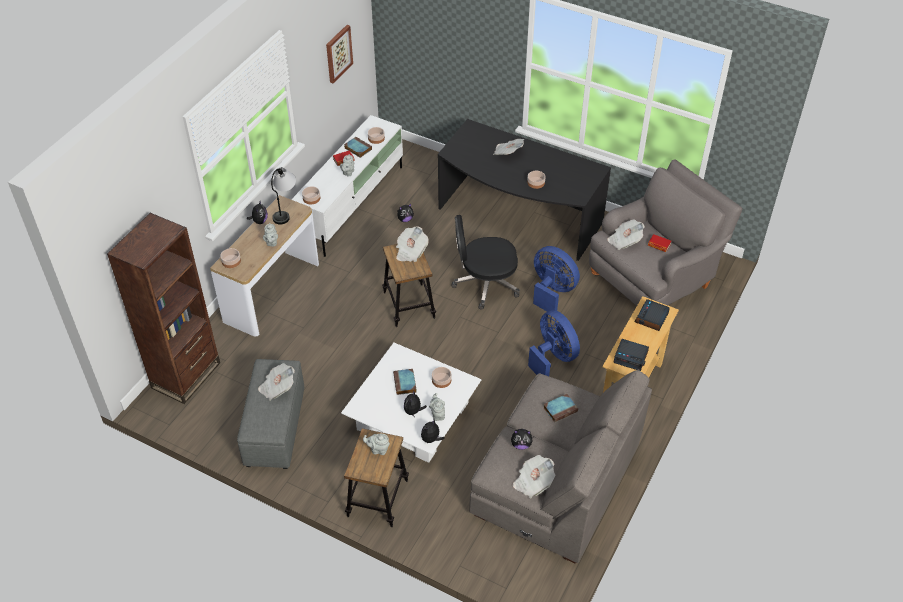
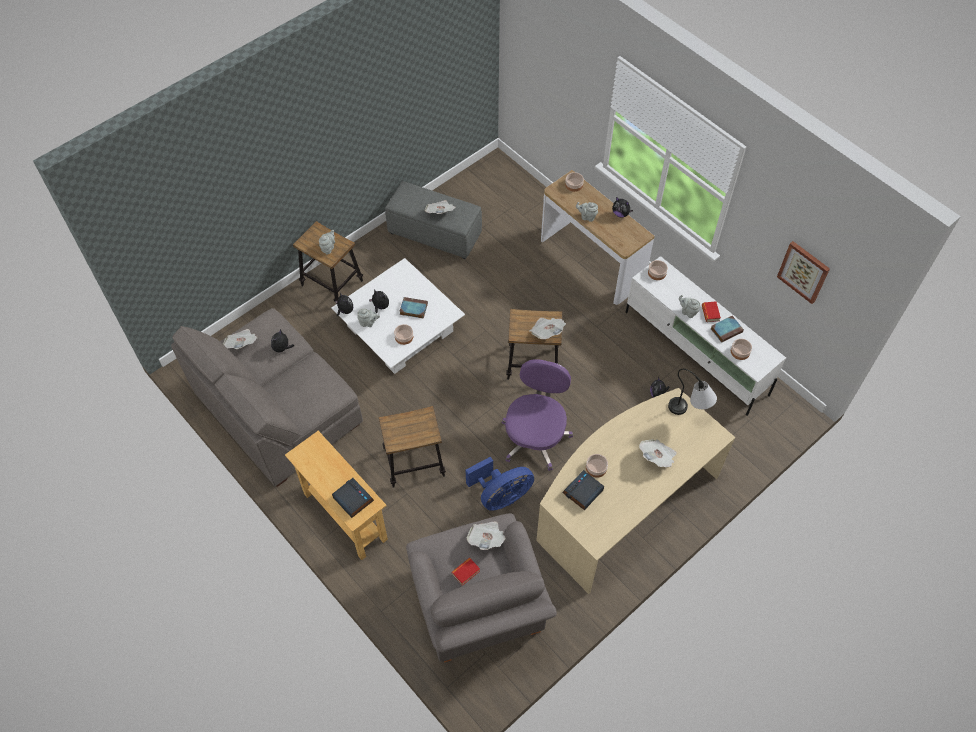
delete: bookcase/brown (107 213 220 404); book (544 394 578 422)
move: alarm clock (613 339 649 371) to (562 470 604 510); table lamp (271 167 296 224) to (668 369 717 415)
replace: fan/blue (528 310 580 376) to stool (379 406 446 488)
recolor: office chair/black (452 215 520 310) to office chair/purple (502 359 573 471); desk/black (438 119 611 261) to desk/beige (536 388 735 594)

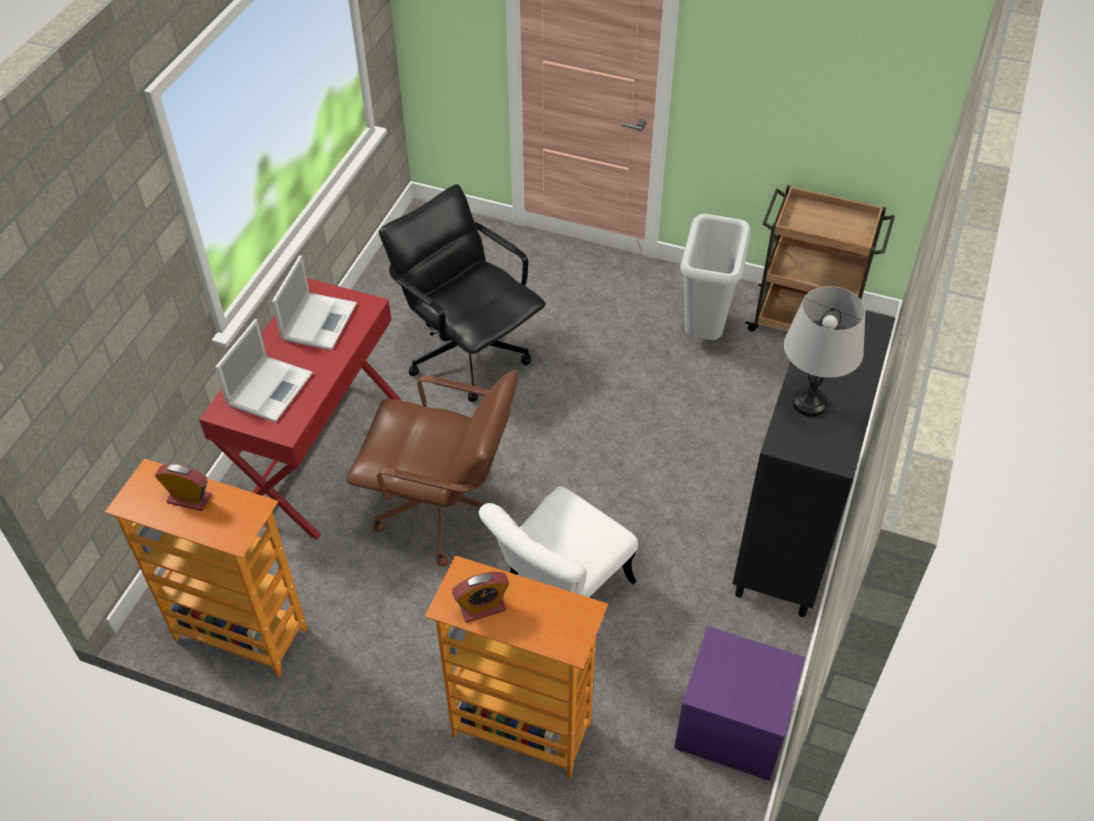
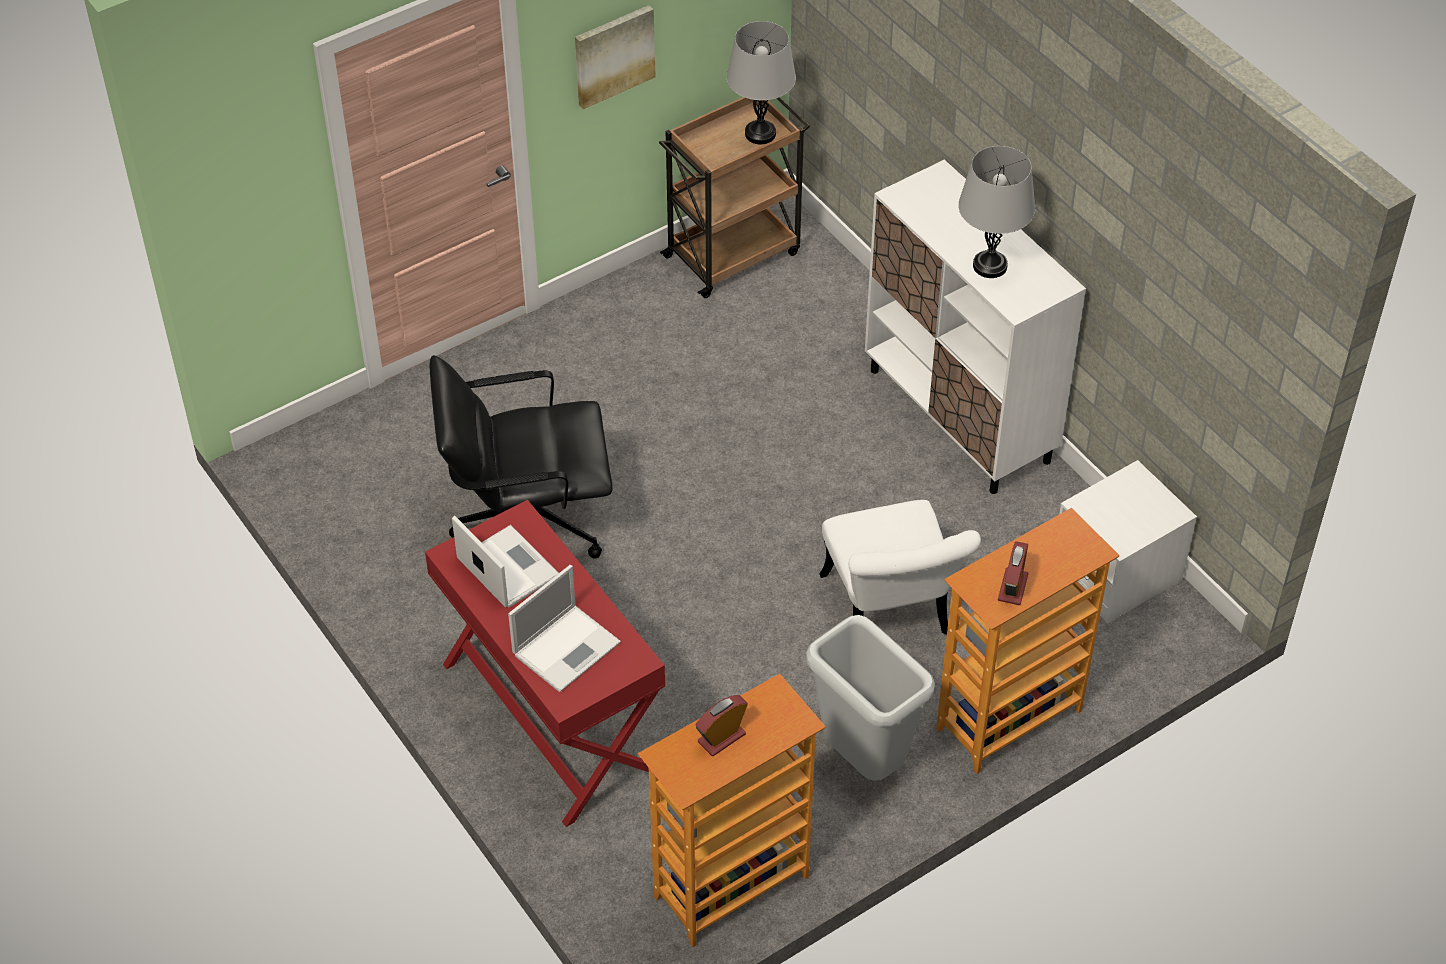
delete: office chair/brown (347 370 518 566)
insert: picture (575 5 656 109); table lamp/grey (727 21 796 144)
move: trash can/grey (680 214 751 340) to (806 615 935 781)
recolor: cabinet/black (732 311 895 617) to cabinet/white (865 160 1086 494); nightstand/purple (674 626 805 781) to nightstand/white (1059 460 1197 624)
rotate: laptop (215 319 313 422) = (508 565 621 692) 75 degrees clockwise

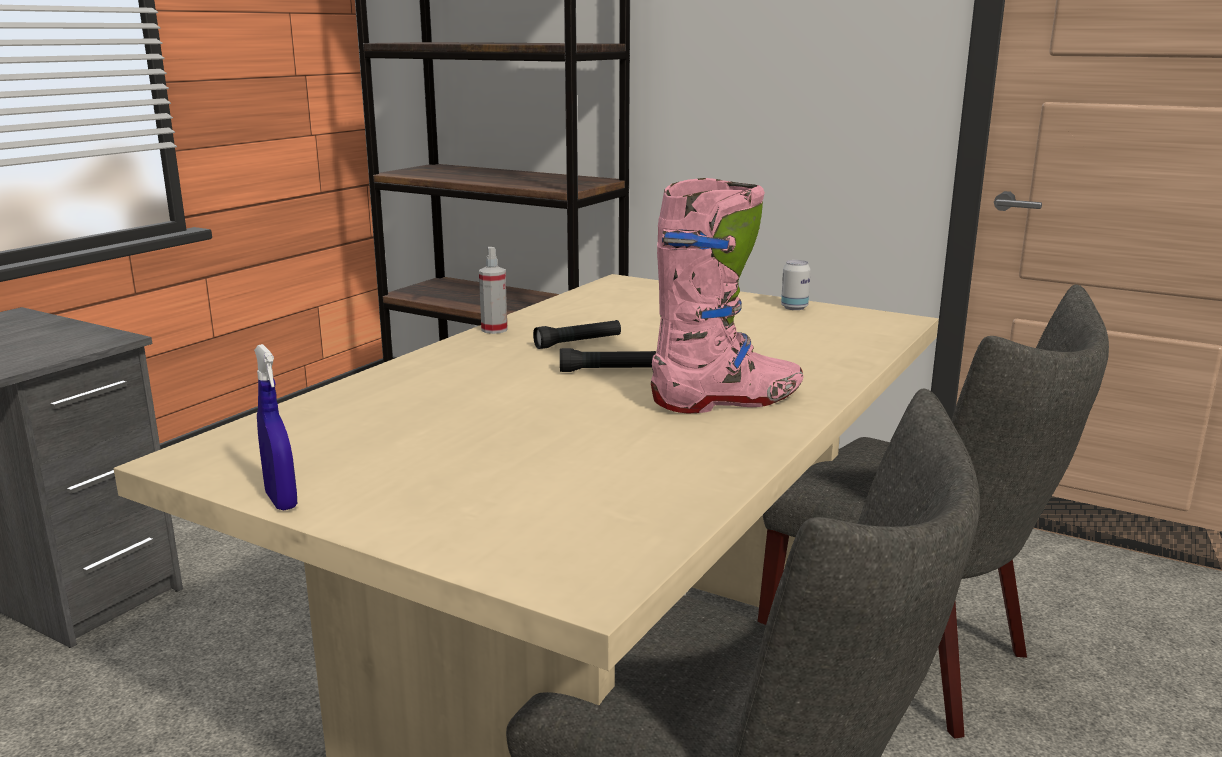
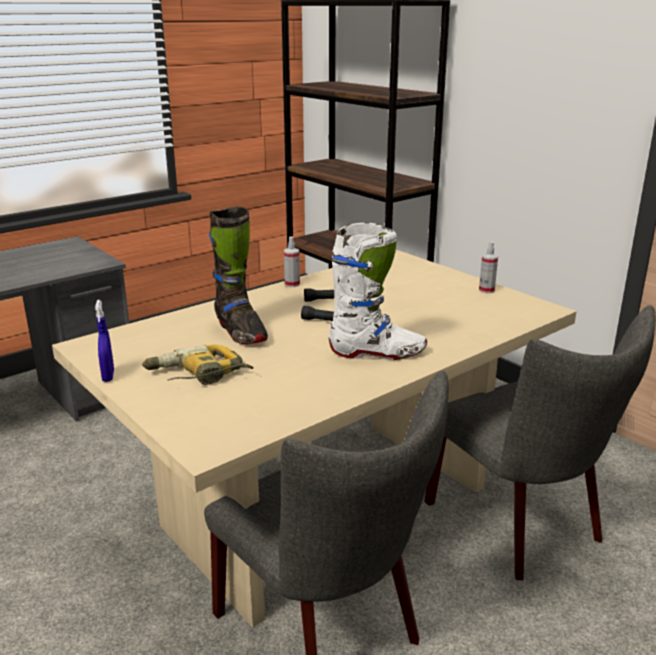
insert: power drill (142 344 254 385); boot/black (209 206 268 344)
replace: can (781 260 811 310) to spray bottle (479 242 498 293)
recolor: boot/pink (651 178 804 414) to boot/white (329 222 427 360)

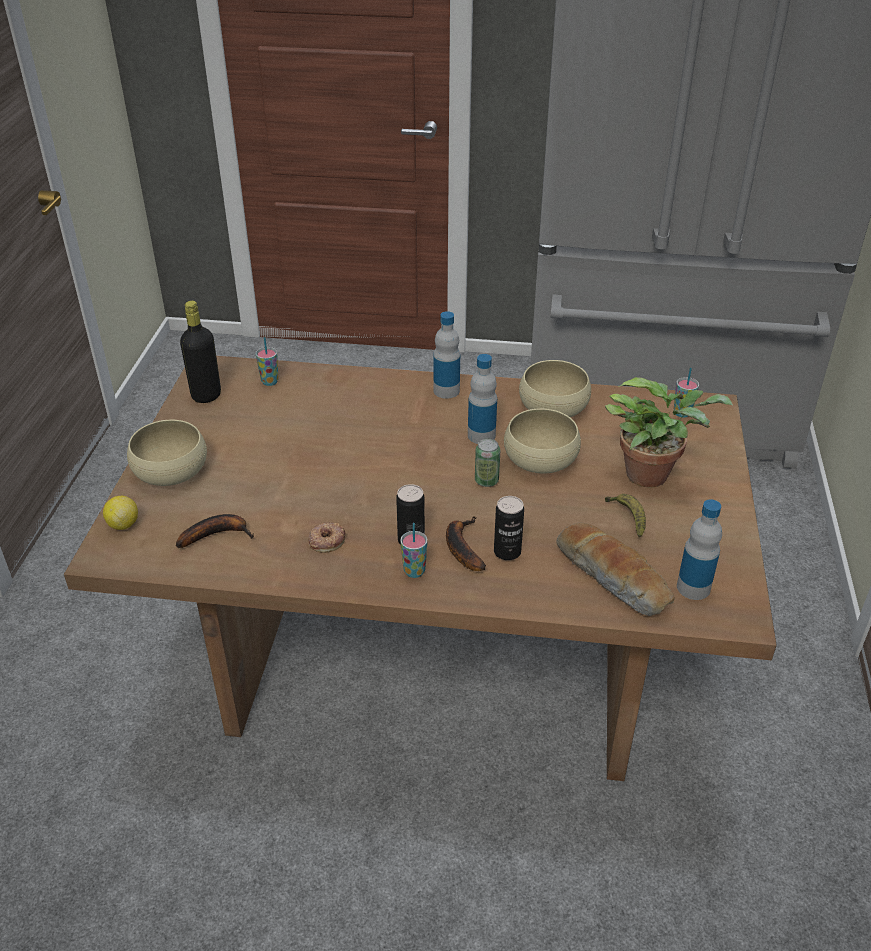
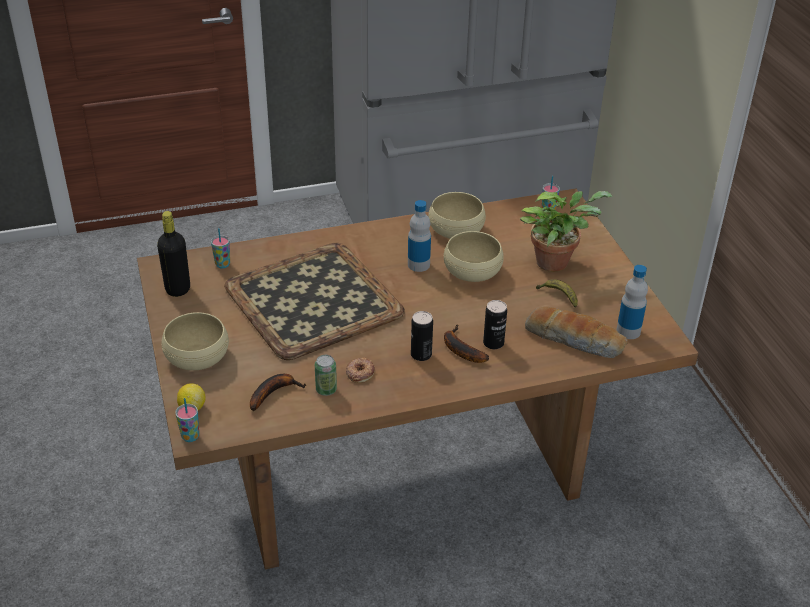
delete: bottle (433 311 460 399)
insert: tray (224 243 405 360)
move: cup (400 523 428 578) to (175 398 199 442); can (475 439 500 487) to (315 355 337 396)

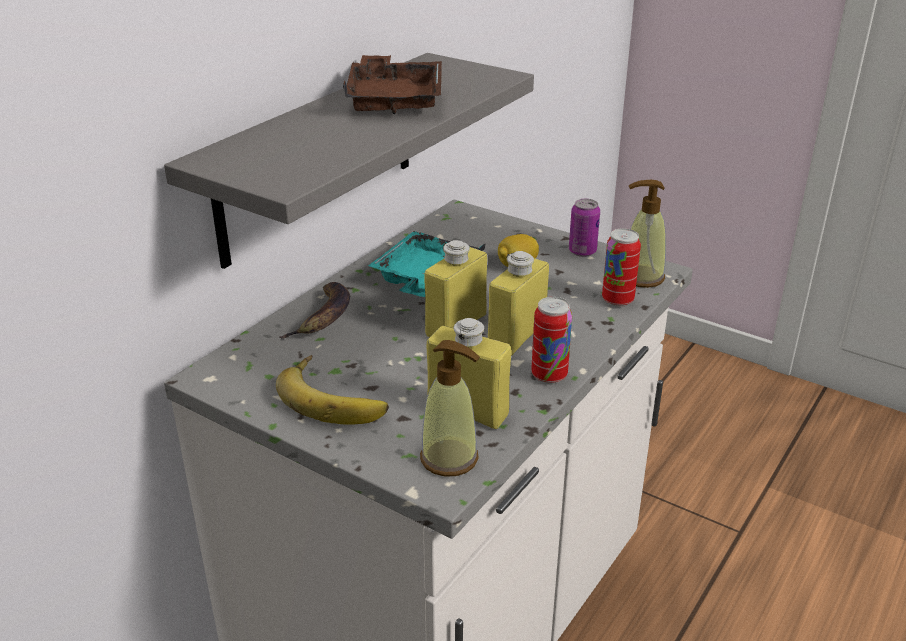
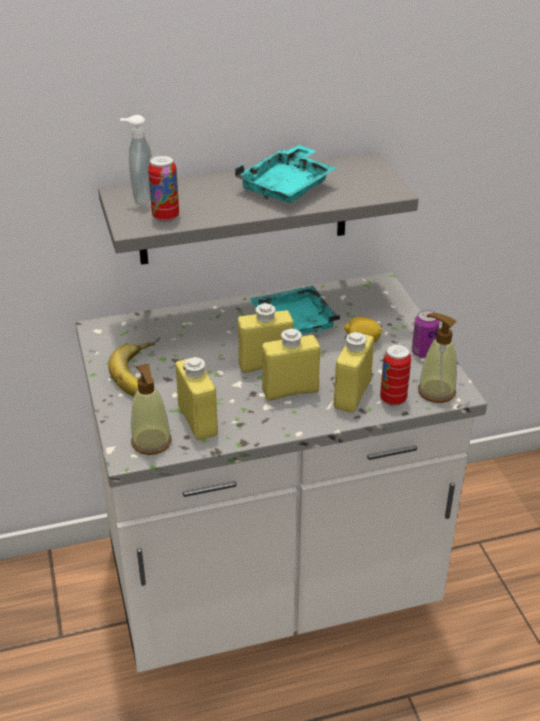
delete: banana (279 282 350 339)
insert: soap dispenser (120 115 152 206); bottle/yellow (334 332 374 413)
move: can (531 297 572 384) to (148 155 179 222)
recolor: tray/brown (343 55 442 114) to tray/turquoise (235 145 336 203)

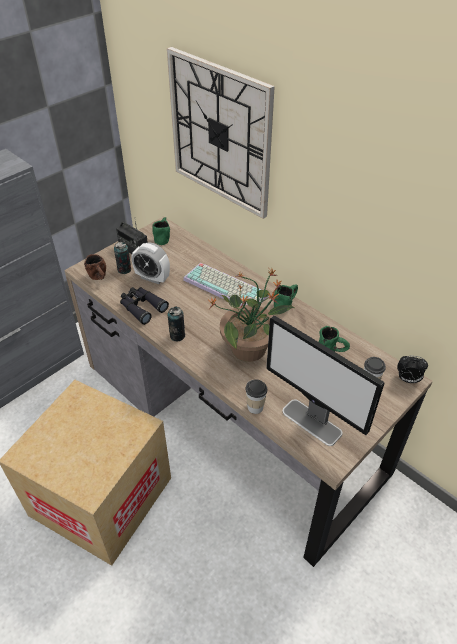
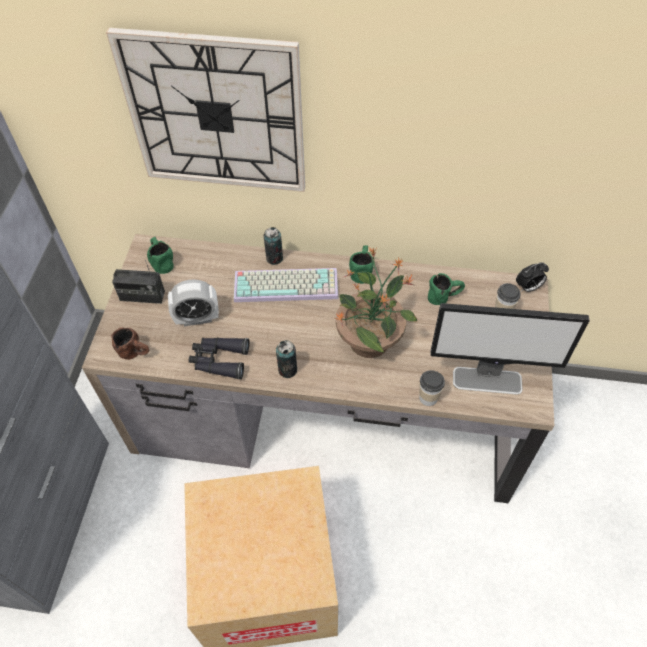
move: can (114 242 131 274) to (264 227 283 265)

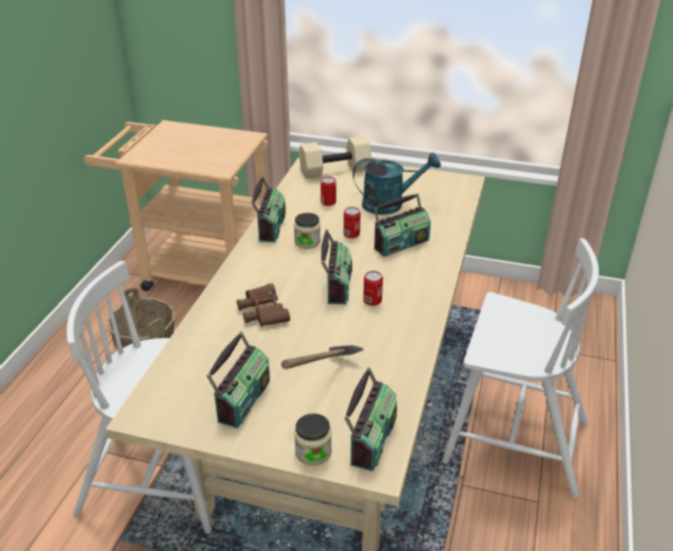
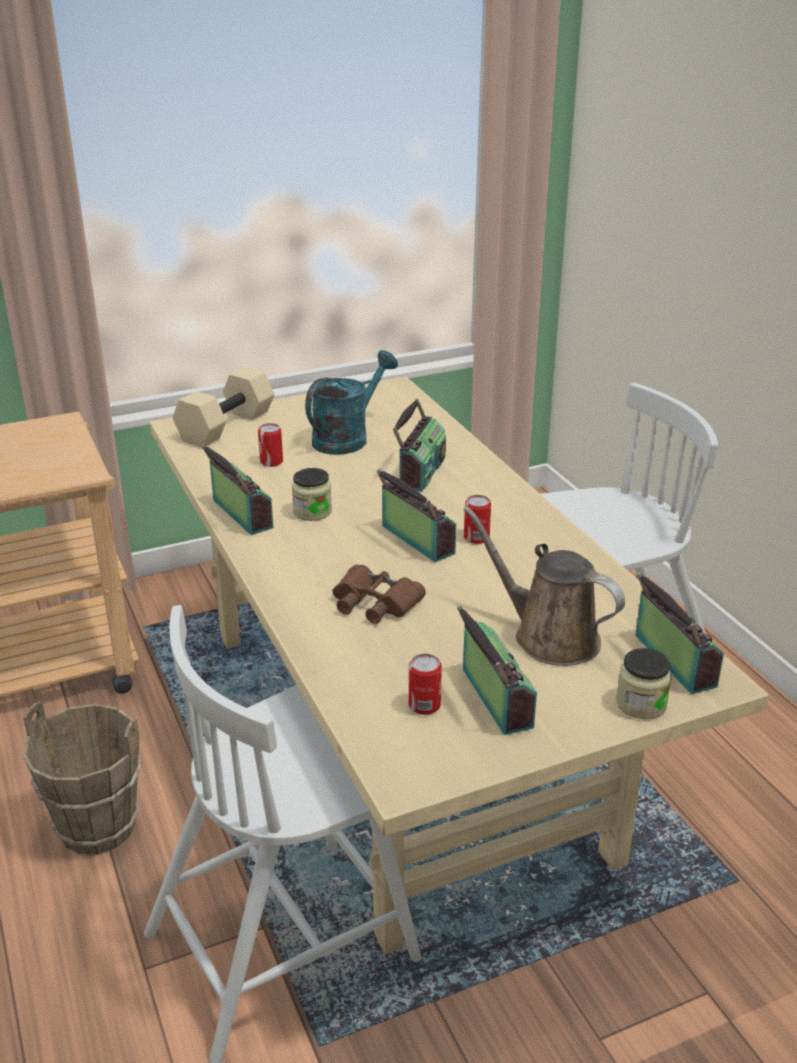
move: can (344 207 360 238) to (409 654 442 715)
replace: hammer (281 345 363 369) to watering can/brown (463 506 625 666)

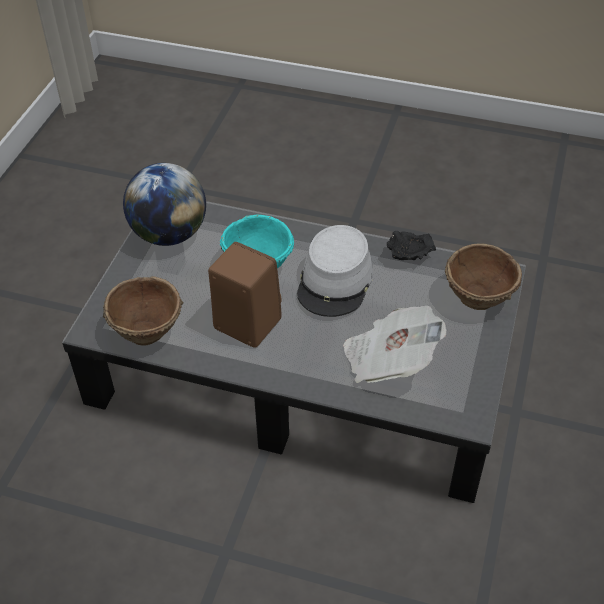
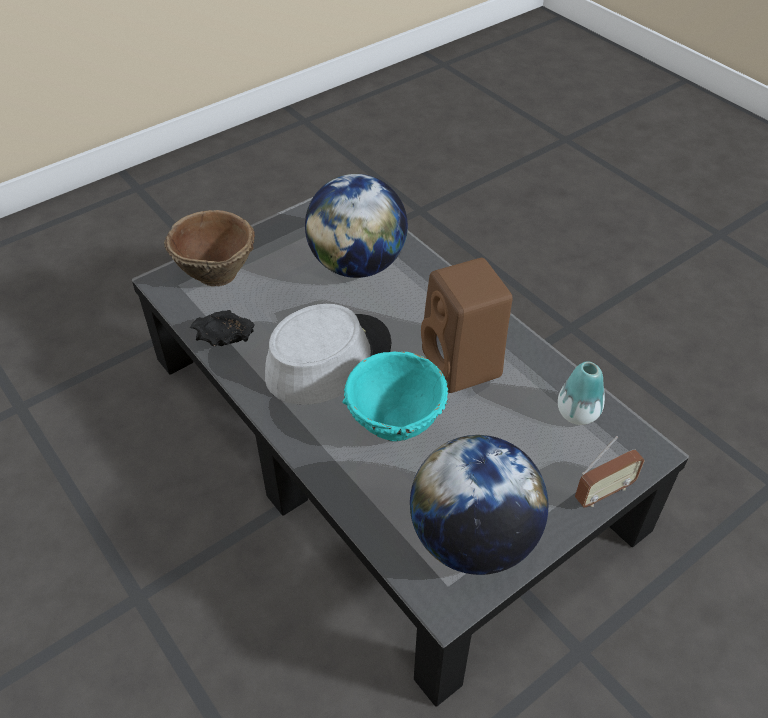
insert: radio (575 436 645 507)
replace: newspaper (343 306 446 383) to globe (305 174 408 278); bowl/brown (103 276 184 346) to vase (558 361 605 425)

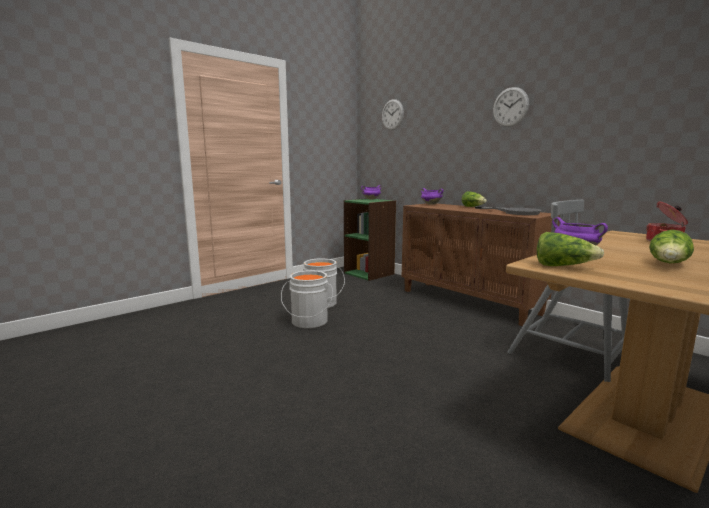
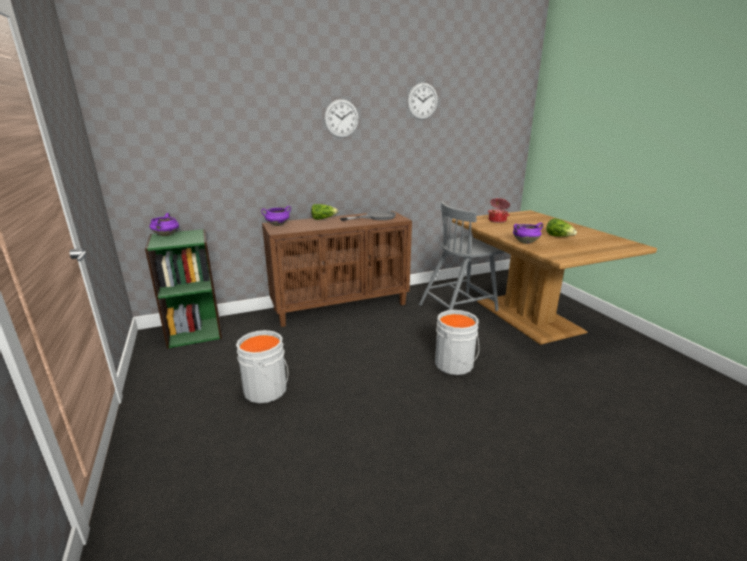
delete: lettuce (537 232 604 266)
move: wall clock (382 99 404 130) to (407 83 438 120); bucket/grey (281 270 333 328) to (435 310 479 375)

